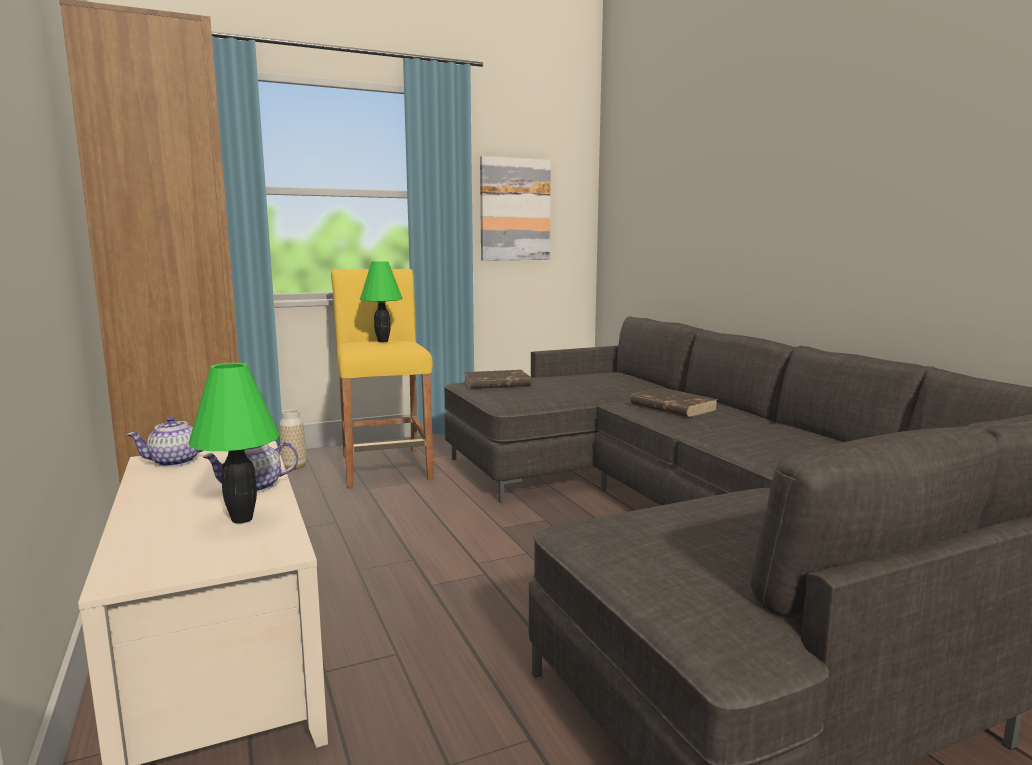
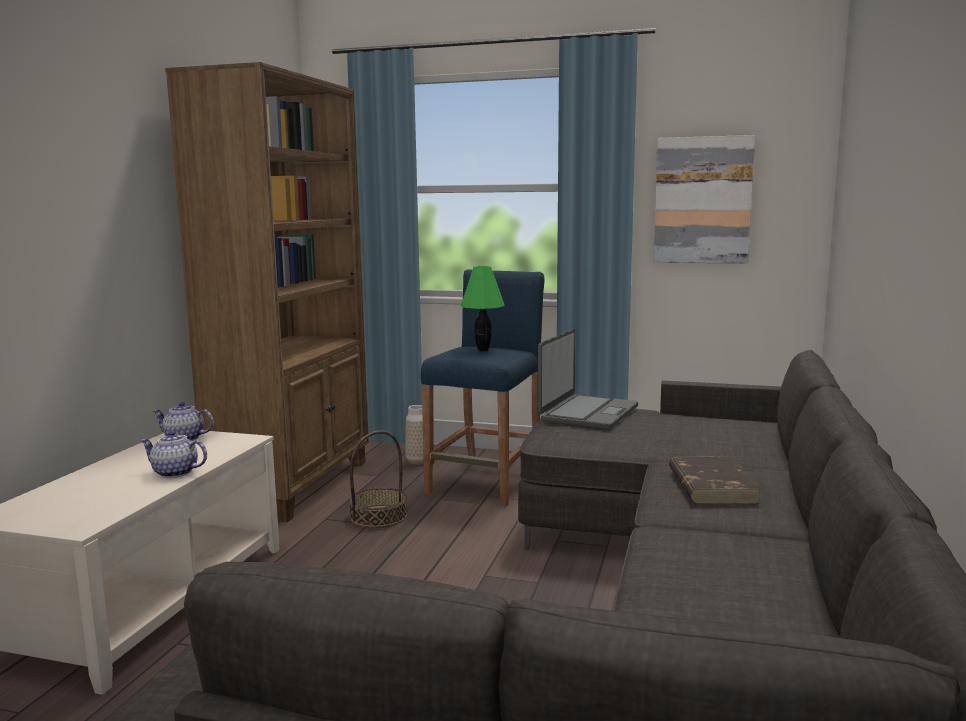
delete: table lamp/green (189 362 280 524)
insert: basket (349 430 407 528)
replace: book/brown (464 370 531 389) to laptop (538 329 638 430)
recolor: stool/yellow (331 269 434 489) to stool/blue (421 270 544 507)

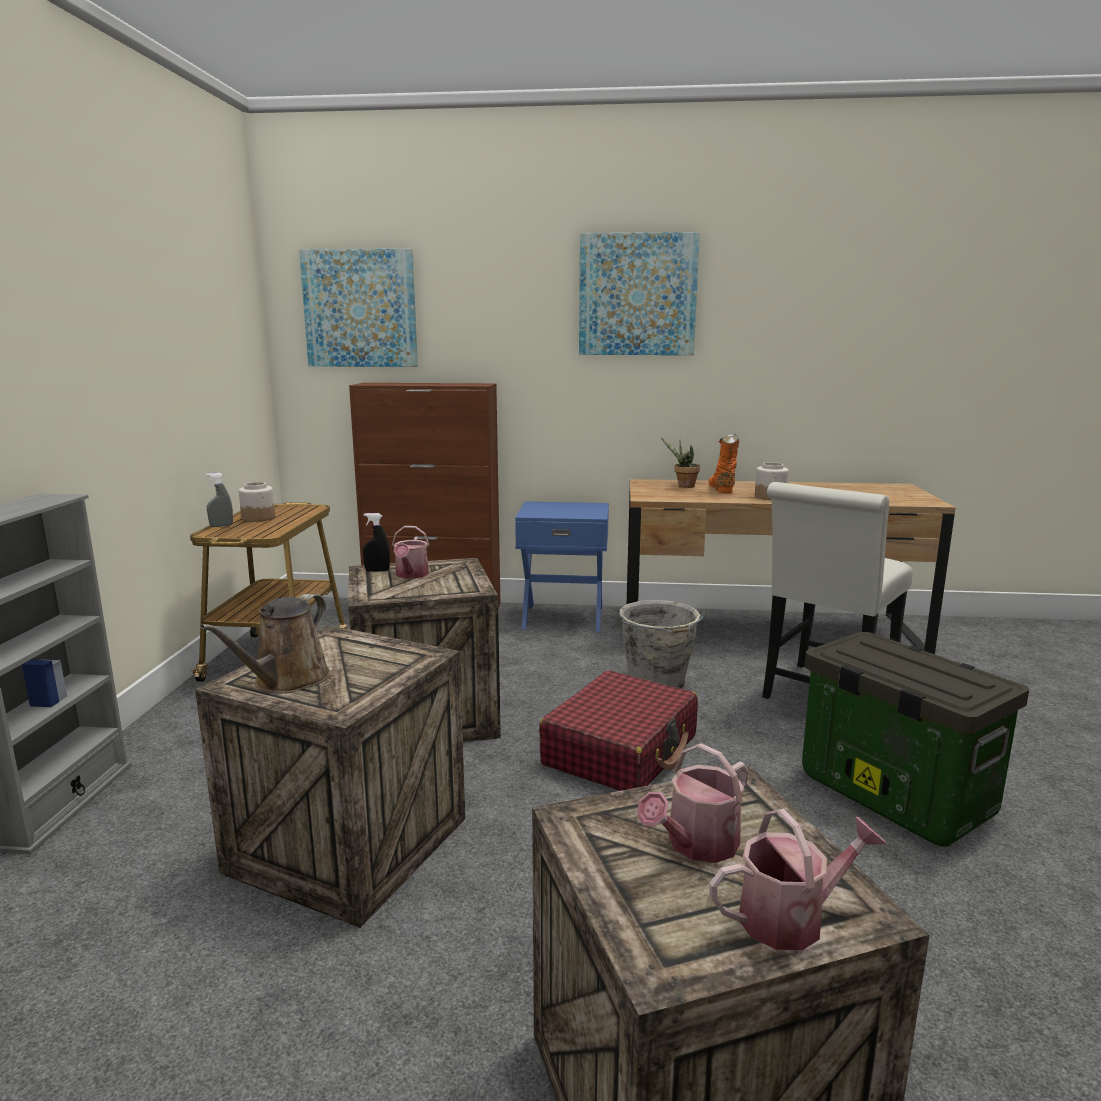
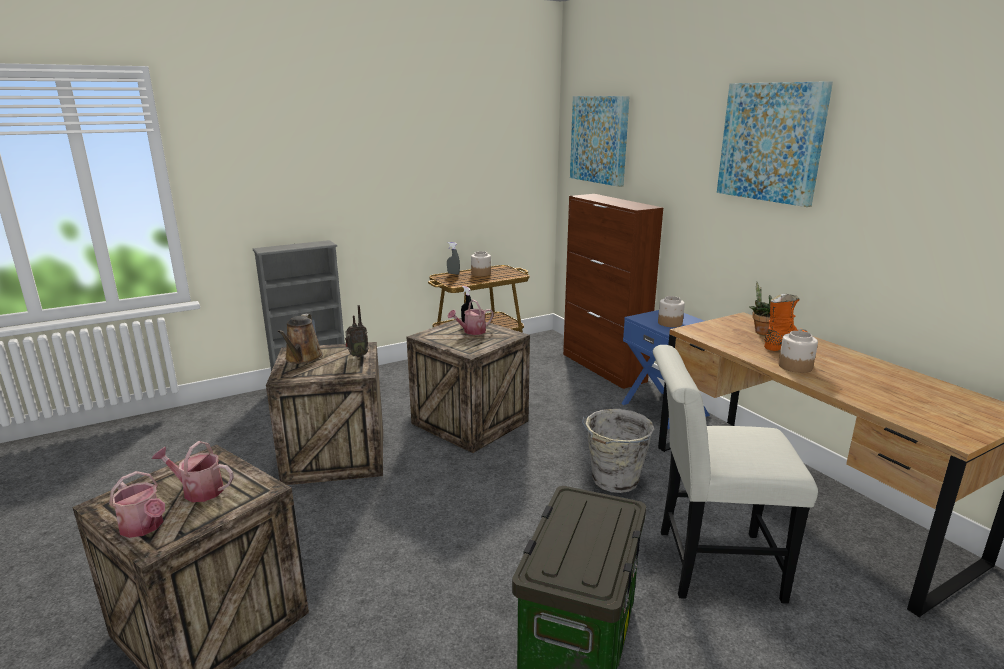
delete: suitcase/red (539 671 698 791)
insert: radio (345 305 369 357); jar (658 296 685 327)
rotate: watering can/brown (200 594 330 694) = (278 314 323 364) 75 degrees counterclockwise

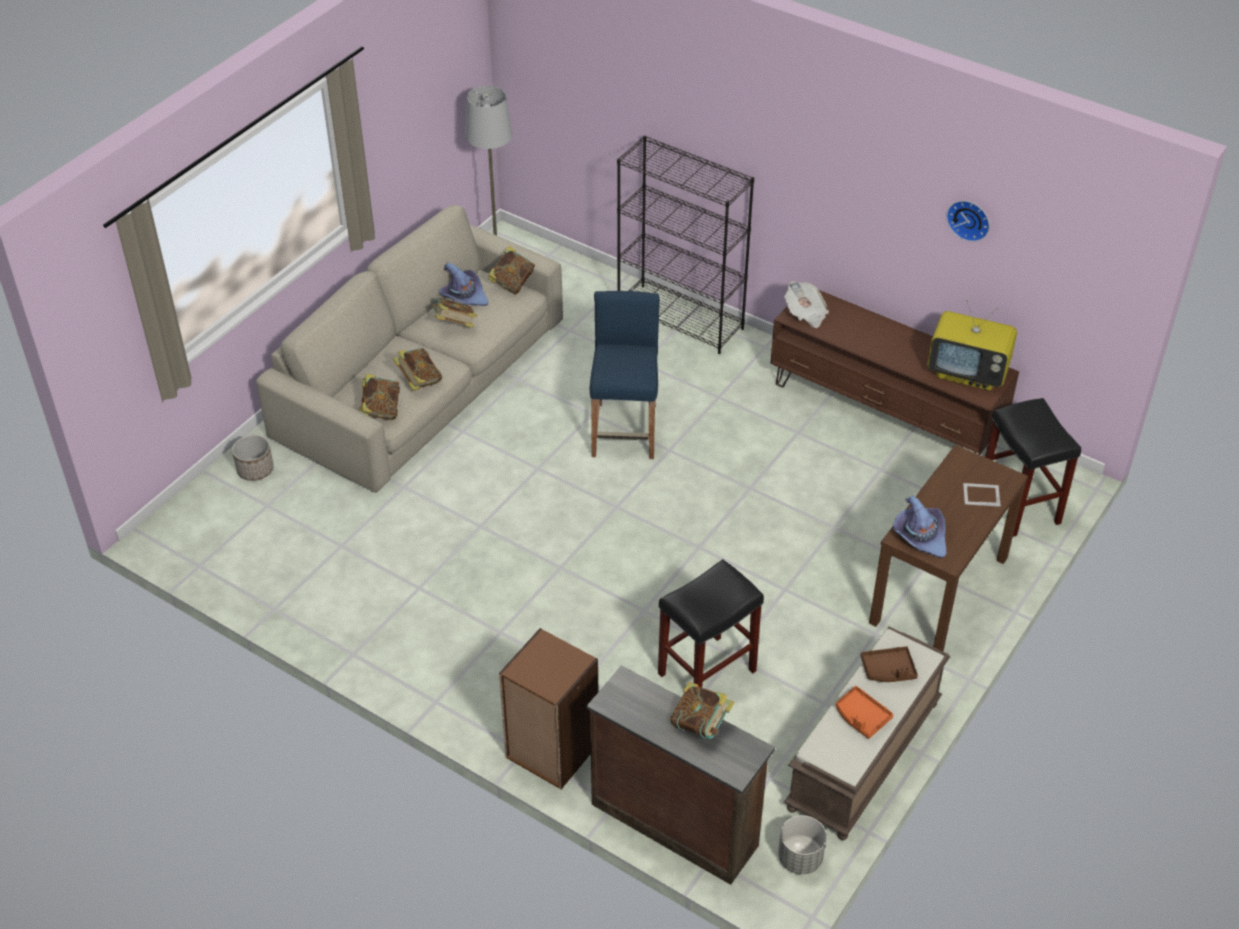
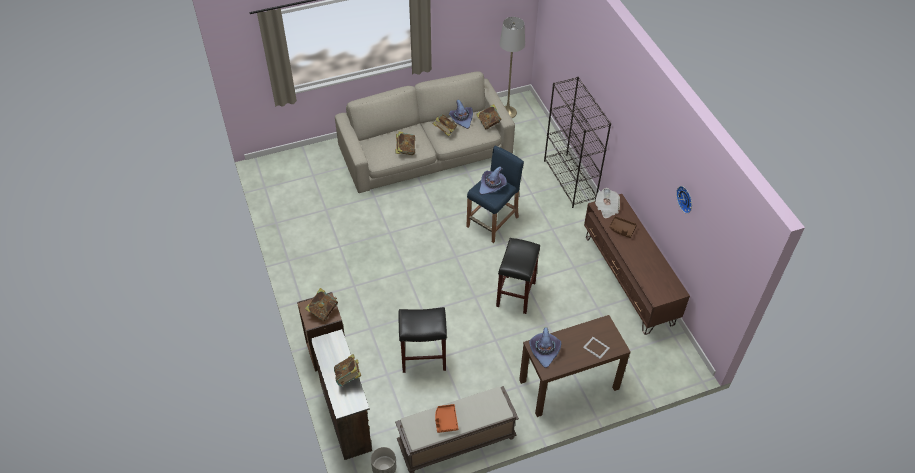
delete: planter (232 435 274 481); television (927 300 1017 390)
insert: hat/purple (479 167 507 195)
move: book (359 374 400 420) to (305 288 338 321); stool/black (985 398 1081 537) to (496 238 540 314); tray/brown (861 646 918 682) to (609 216 637 238)

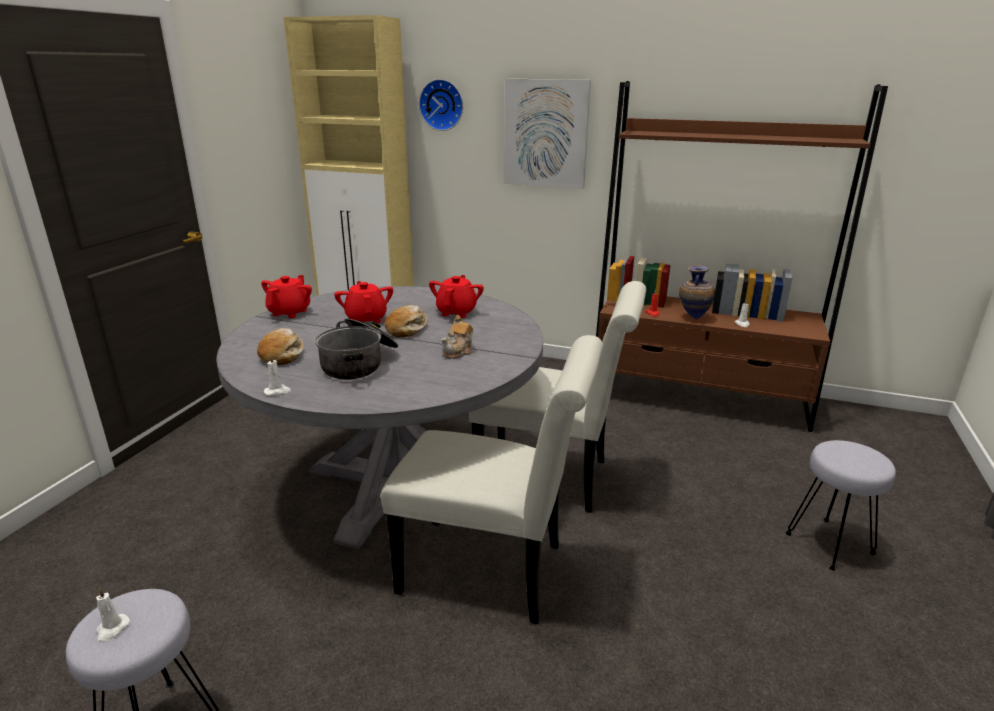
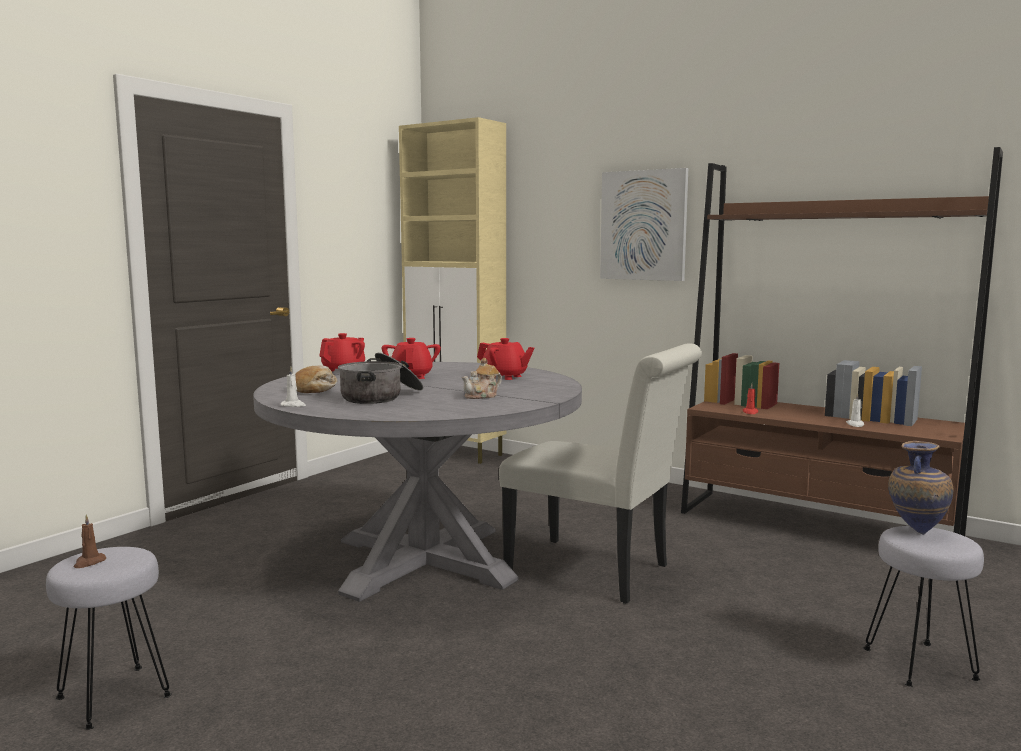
delete: chair/white (381 335 603 624); bread (384 305 428 337); wall clock (419 79 463 131)
move: vase (679 265 715 320) to (888 441 953 535)
recolor: candle/white (96 587 130 643) to candle/brown (74 515 106 568)
rotate: teapot/red (429 275 484 318) = (477 338 534 380) 90 degrees clockwise

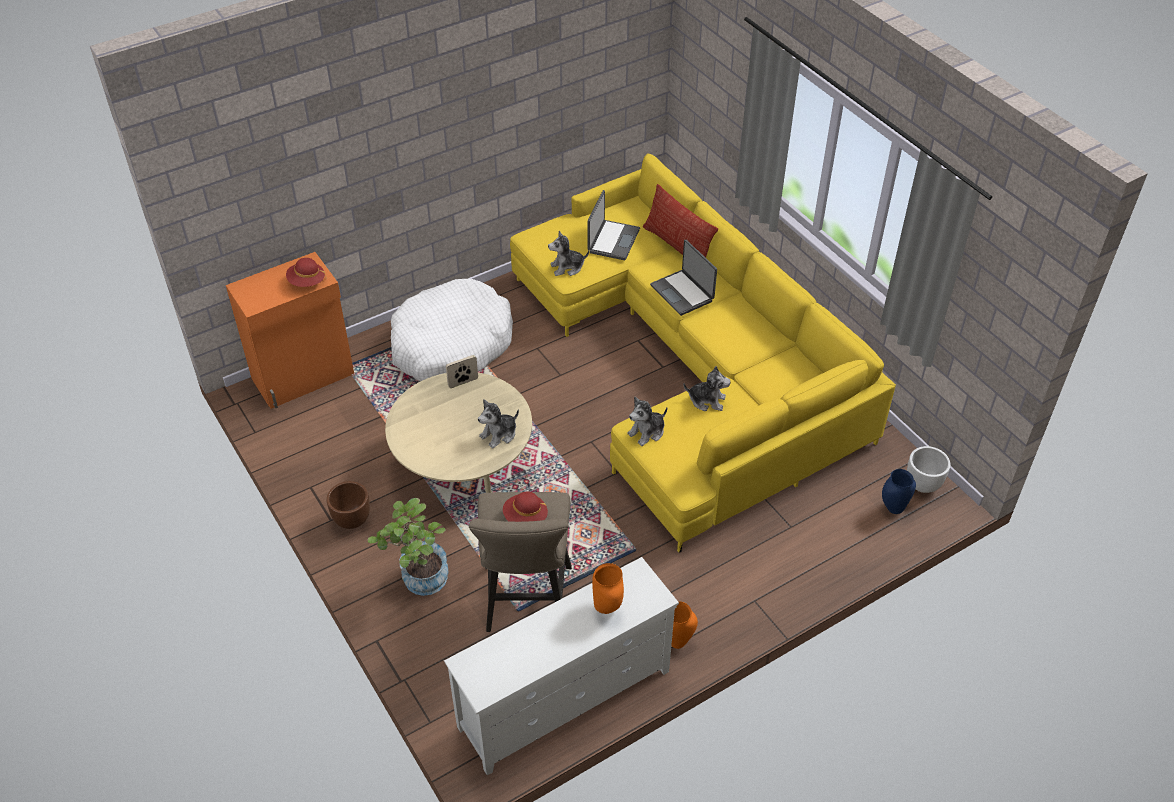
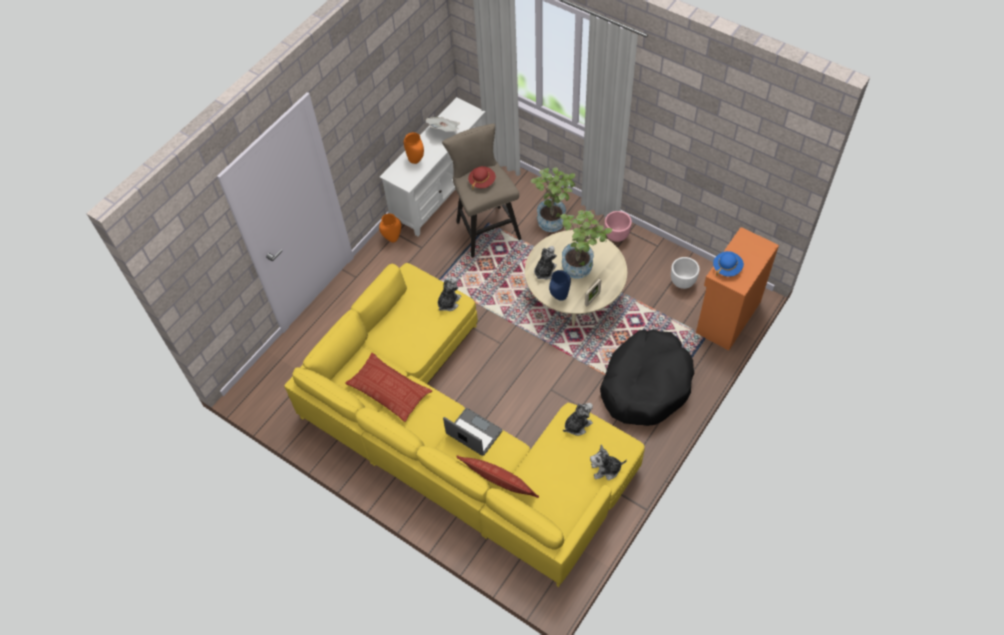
delete: laptop (588 190 640 260)
insert: pillow (345 353 432 422); newspaper (426 117 460 132); potted plant (560 210 612 279)
move: vase/blue (882 469 916 514) to (549 270 571 301); plush toy (684 366 731 411) to (590 445 627 480); planter/white (907 446 950 493) to (671 257 700 289)
recolor: dog bed/white (391 279 513 381) to dog bed/black (600 329 694 426); planter/brown (327 481 370 529) to planter/pink (604 211 632 242); hat/red (286 258 326 287) to hat/blue (713 251 744 277)

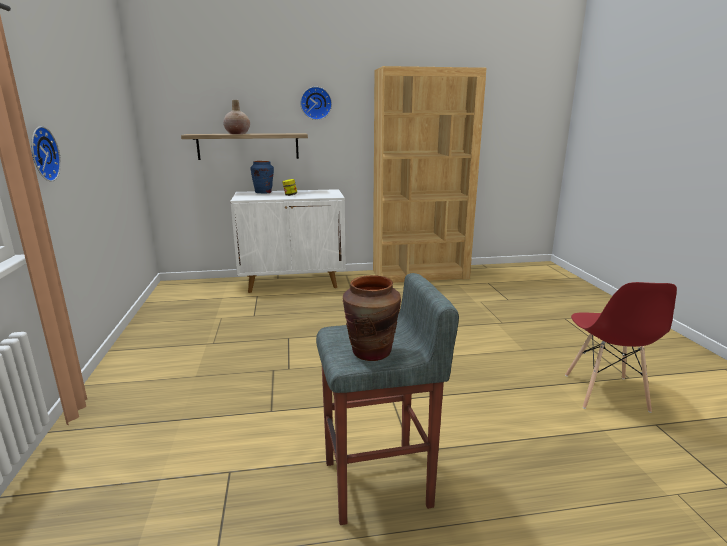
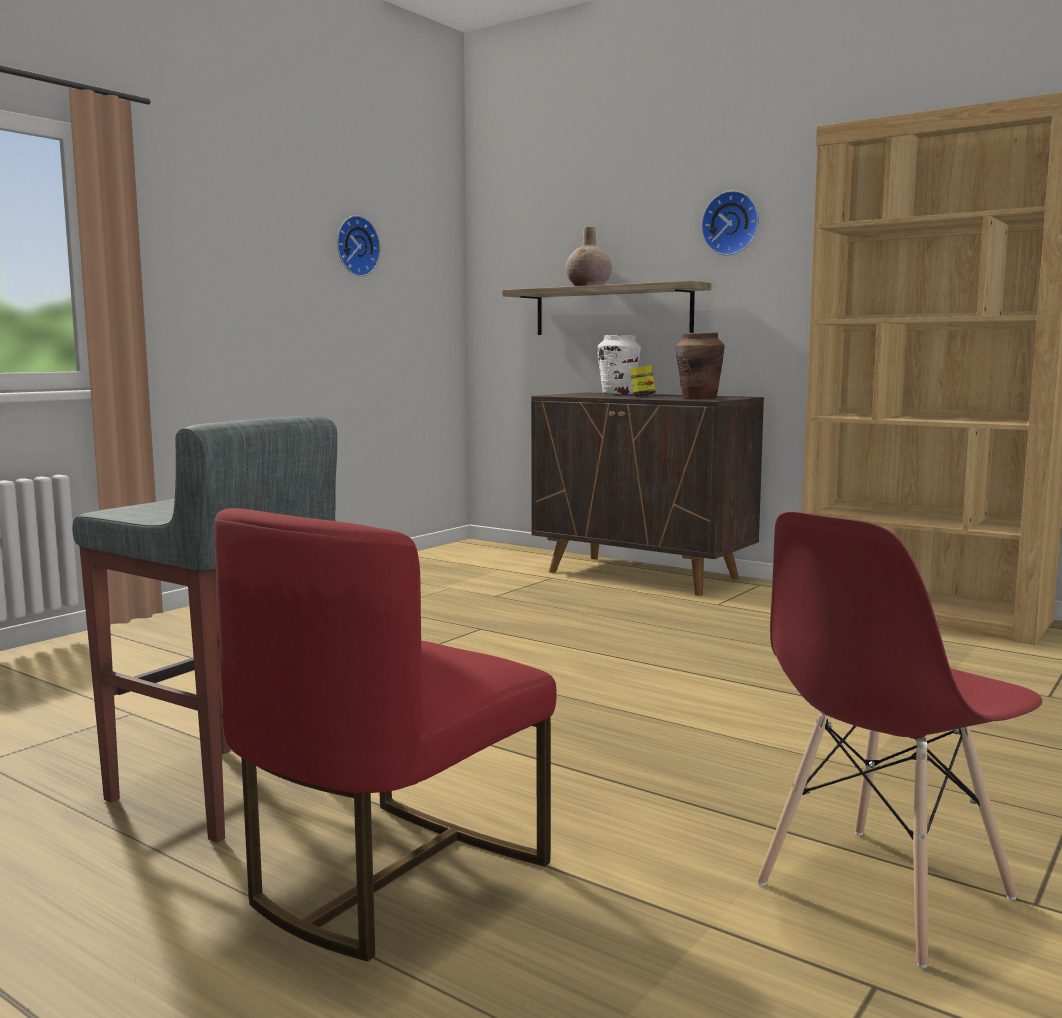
insert: chair/red (214 508 557 961)
move: wall clock (31 126 61 182) to (337 215 381 277); vase/brown (343 275 401 361) to (676 333 725 399)
recolor: cabinet/white (230 189 346 293) to cabinet/brown (531 392 764 596); vase/blue (250 161 274 193) to vase/white (597 335 641 394)

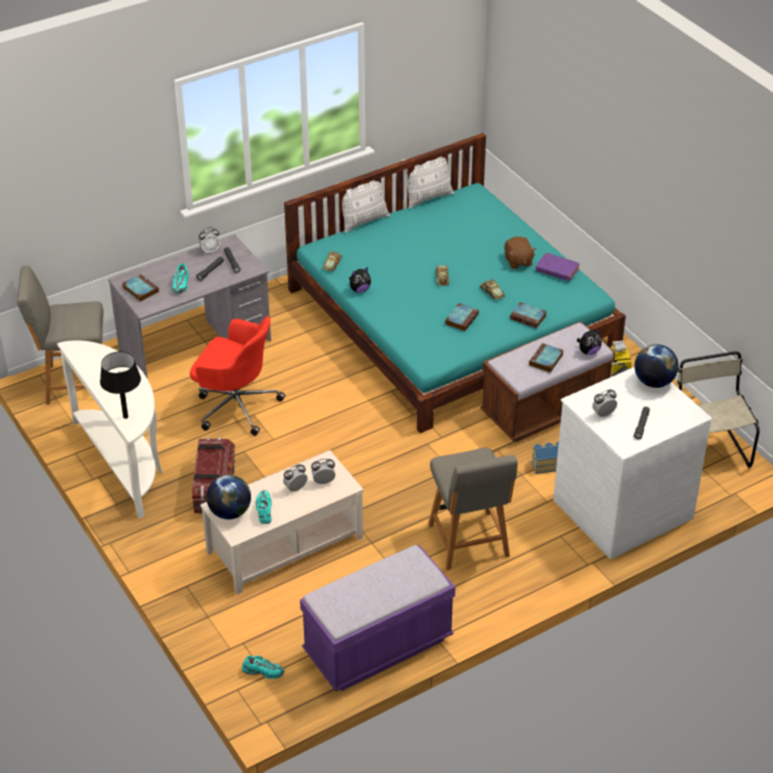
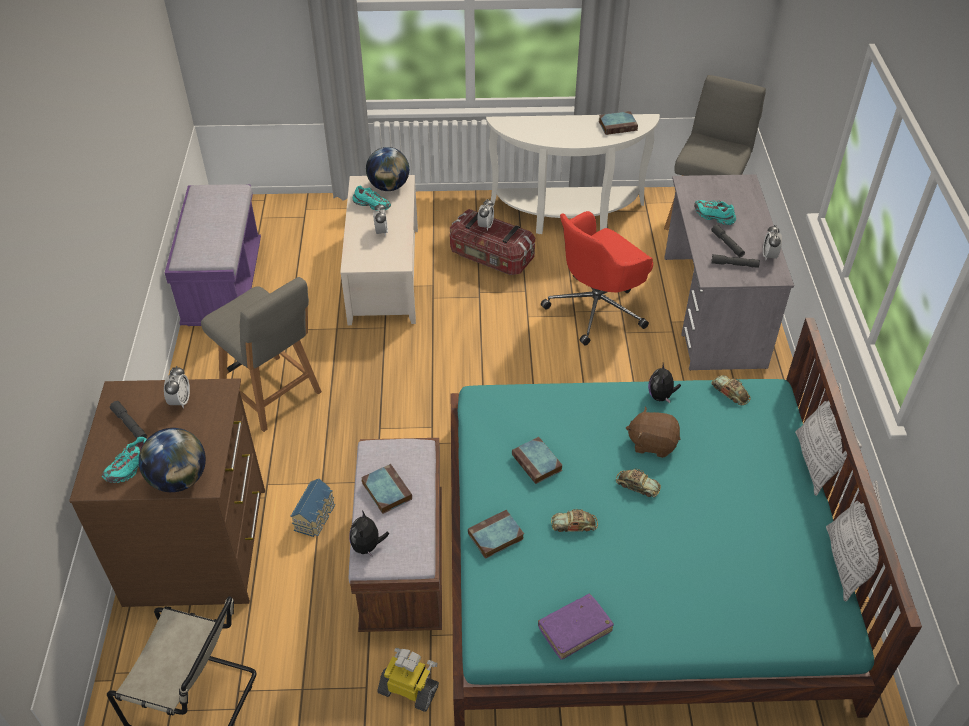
delete: table lamp/black (100 352 141 419)
move: shoe/turquoise (242 655 285 679) to (102 437 147 483); alarm clock (311 459 335 484) to (477 199 494 231); book (123 274 159 302) to (599 111 638 135); plush toy/brown (504 236 536 269) to (626 407 680 458)
recolor: dresser/white (553 367 712 559) to dresser/brown (69 378 265 607)
rotate: chair/grey (428 448 518 570) = (201 277 322 432) 150 degrees counterclockwise

